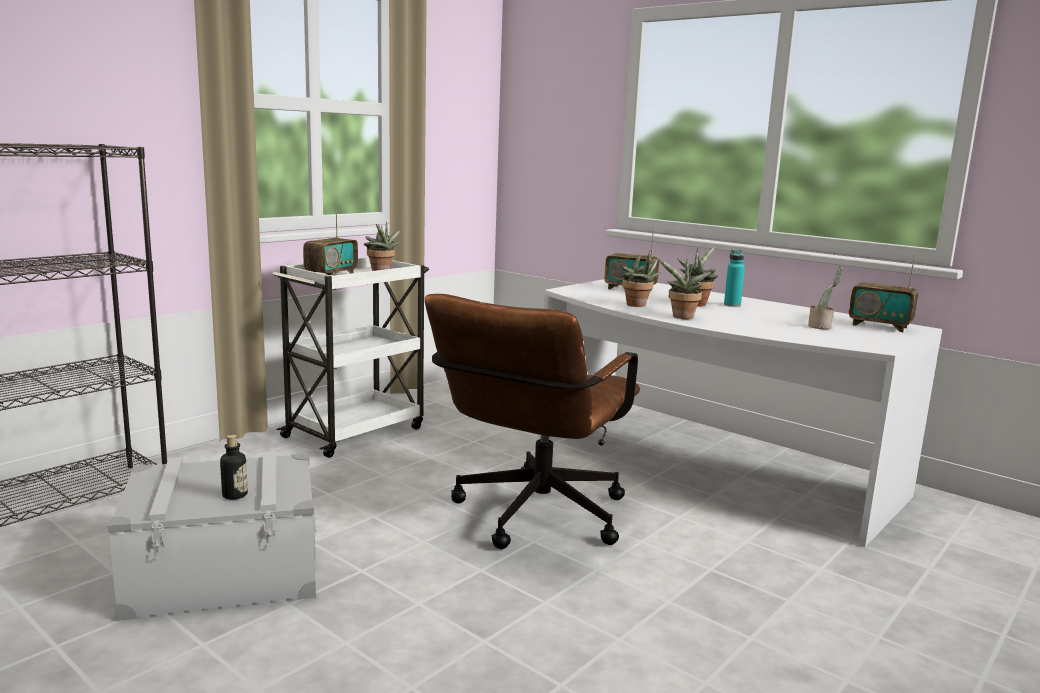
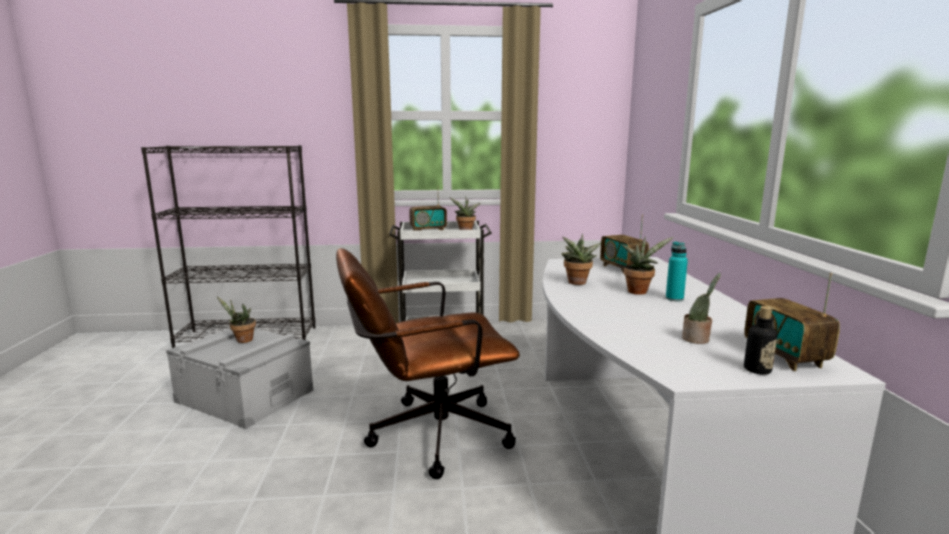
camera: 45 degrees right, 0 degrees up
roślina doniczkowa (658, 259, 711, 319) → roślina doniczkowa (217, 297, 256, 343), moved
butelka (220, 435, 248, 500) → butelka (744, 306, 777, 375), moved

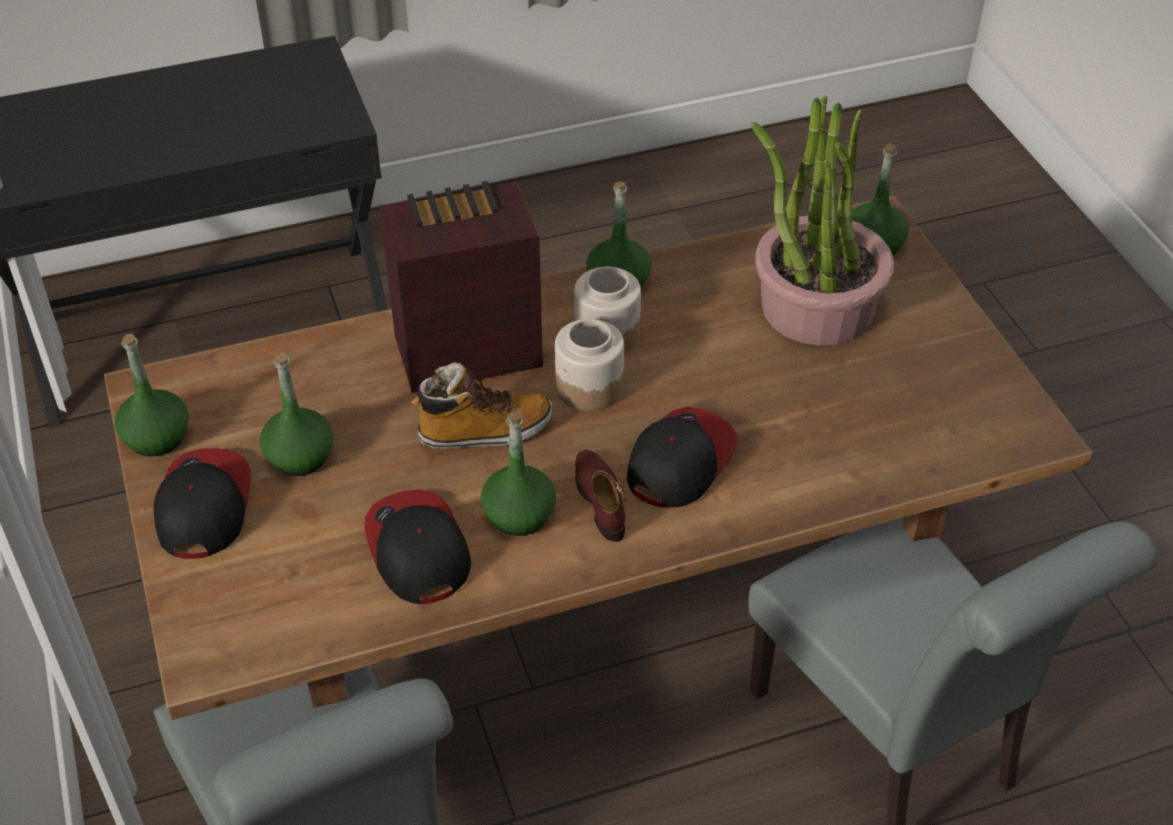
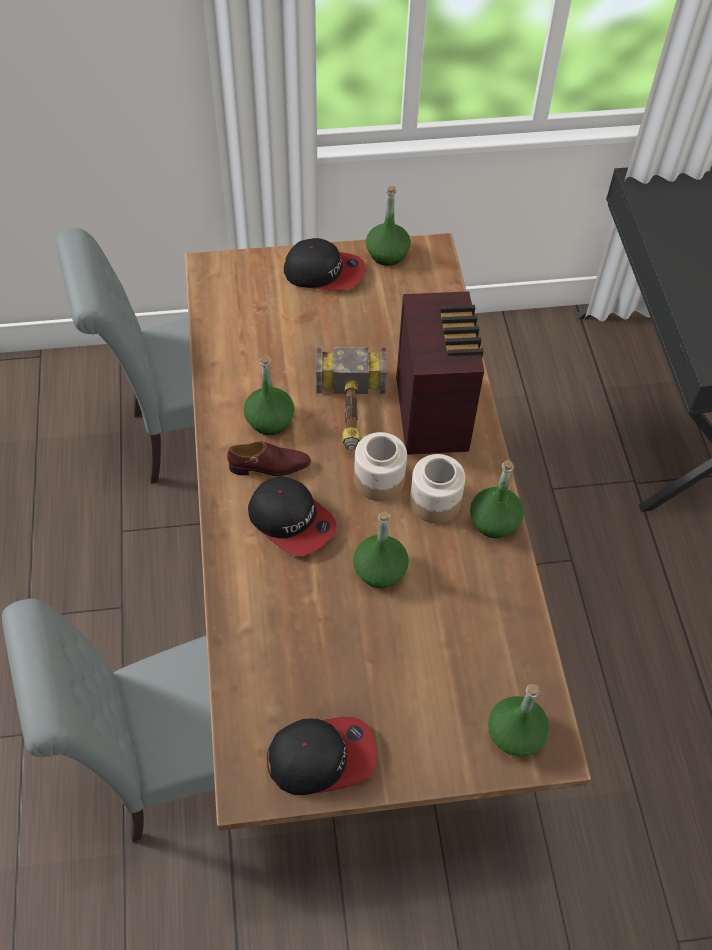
camera: 100 degrees right, 10 degrees up
roślina doniczkowa (751, 95, 894, 346) → -
butelka [zielony] (260, 353, 334, 476) → butelka [zielony] (353, 512, 409, 588), moved
but z cholewką (412, 362, 552, 449) → młotek (316, 347, 387, 451)
czapka z daszkiem (364, 489, 471, 604) → czapka z daszkiem (267, 717, 376, 795), moved

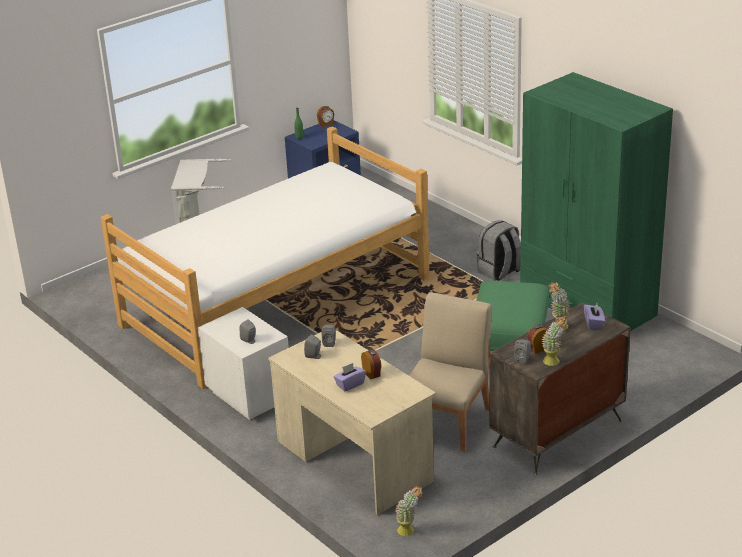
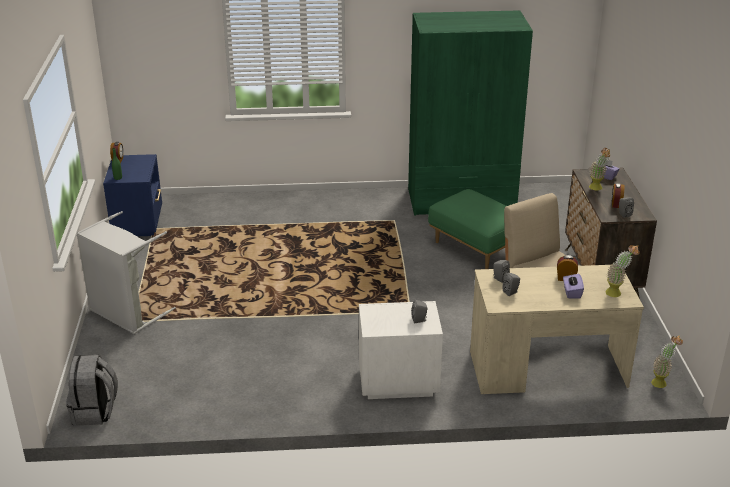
camera: 55 degrees left, 0 degrees up
łóżko (101, 126, 430, 389) → -
plecak [szary] (477, 220, 521, 281) → plecak [szary] (66, 355, 118, 426), moved
roślina doniczkowa (542, 316, 567, 366) → roślina doniczkowa (605, 245, 640, 297), moved

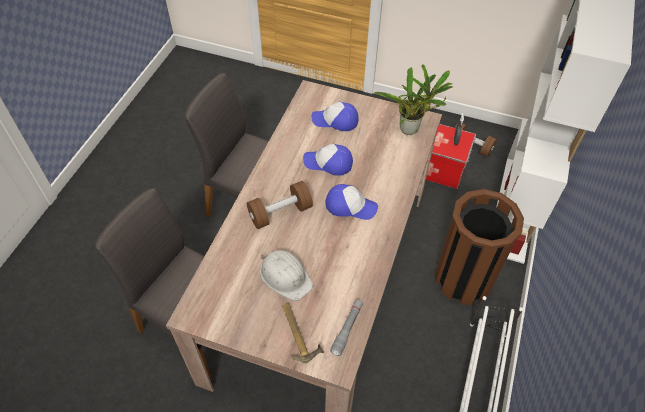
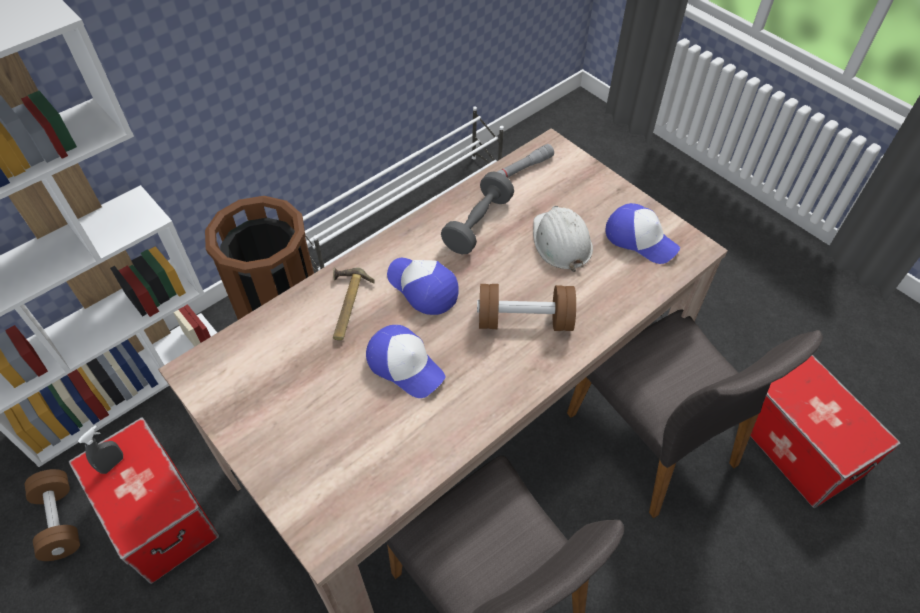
camera: 150 degrees left, 0 degrees up
roślina doniczkowa (374, 64, 453, 135) → -
czapka z daszkiem (312, 102, 359, 131) → czapka z daszkiem (605, 203, 680, 264), moved
młotek (282, 303, 324, 363) → młotek (333, 268, 375, 341), moved
- → hantel [szary] (441, 172, 514, 254)
- → pojemnik do przechowywania (750, 355, 901, 508)

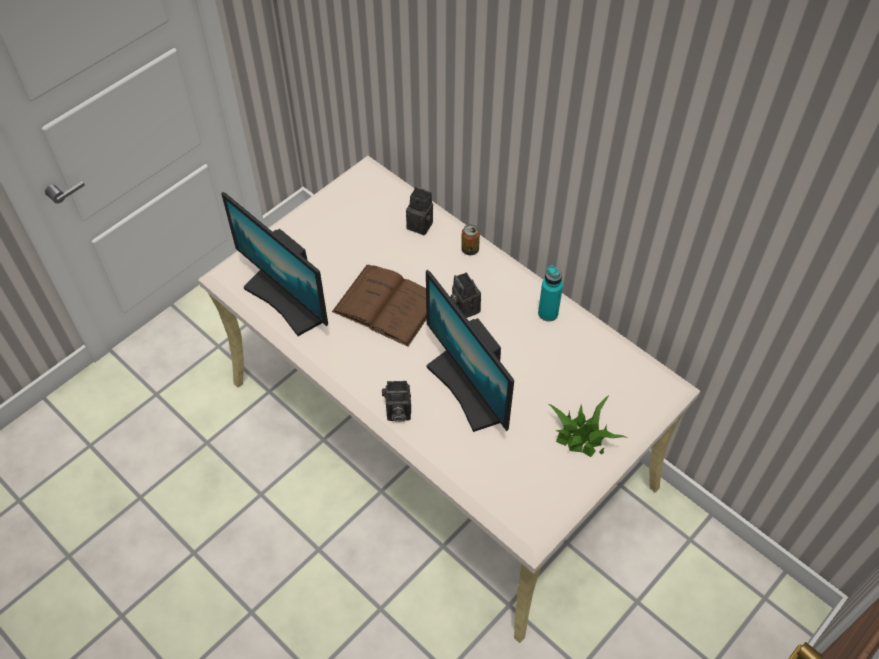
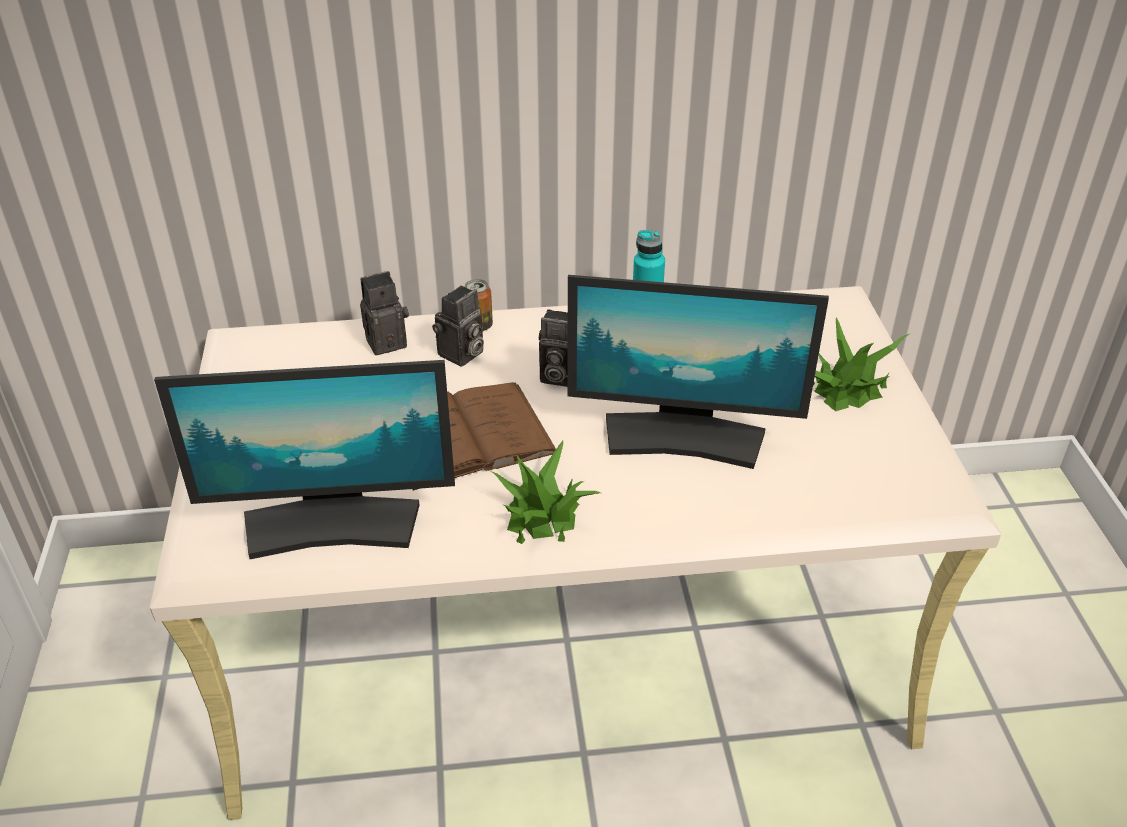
camera: 50 degrees left, 15 degrees down
aparat fotograficzny (382, 381, 411, 422) → aparat fotograficzny (432, 285, 484, 367), moved
- → roślina doniczkowa (491, 441, 601, 544)

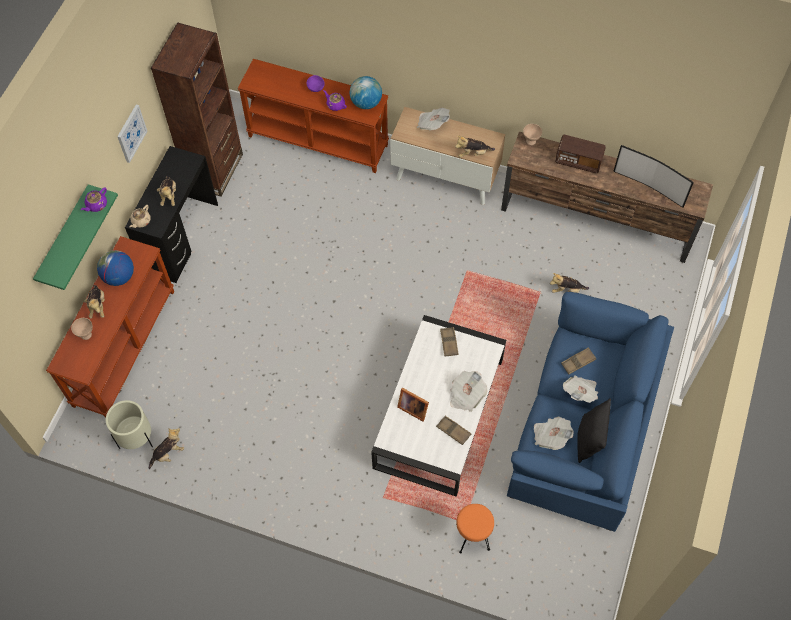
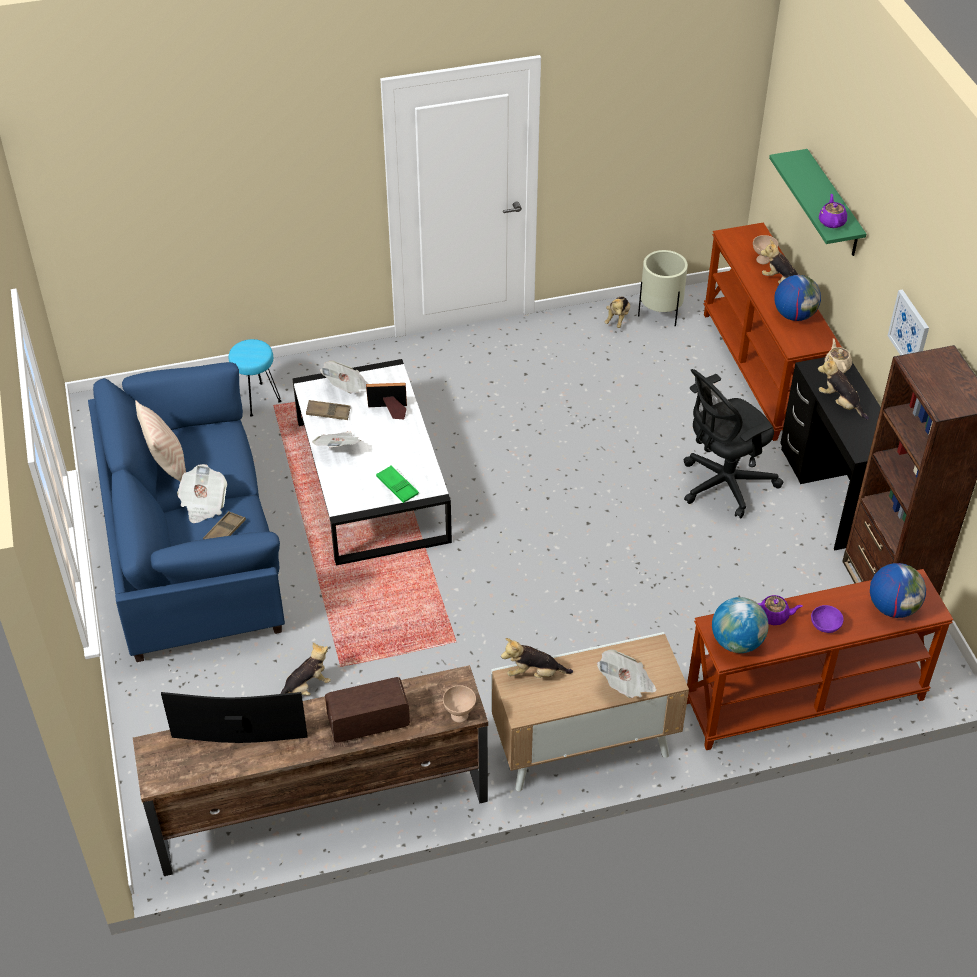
camera: 145 degrees right, 15 degrees down
pluszak (455, 135, 495, 157) → pluszak (501, 638, 573, 678), 135 degrees counterclockwise
taca [brązowy] (440, 327, 459, 357) → taca [zielony] (376, 465, 419, 503)
poduszka [czarny] (577, 398, 611, 463) → poduszka [beżowy] (135, 400, 186, 482)
gazeta (534, 417, 574, 450) → gazeta (320, 361, 368, 393), moved
stołek [pomarańczowy] (456, 504, 494, 553) → stołek [turkusowy] (229, 339, 281, 416)
- → krzesło biurowe [czarny] (683, 369, 784, 519)
- → globus (870, 563, 926, 618)

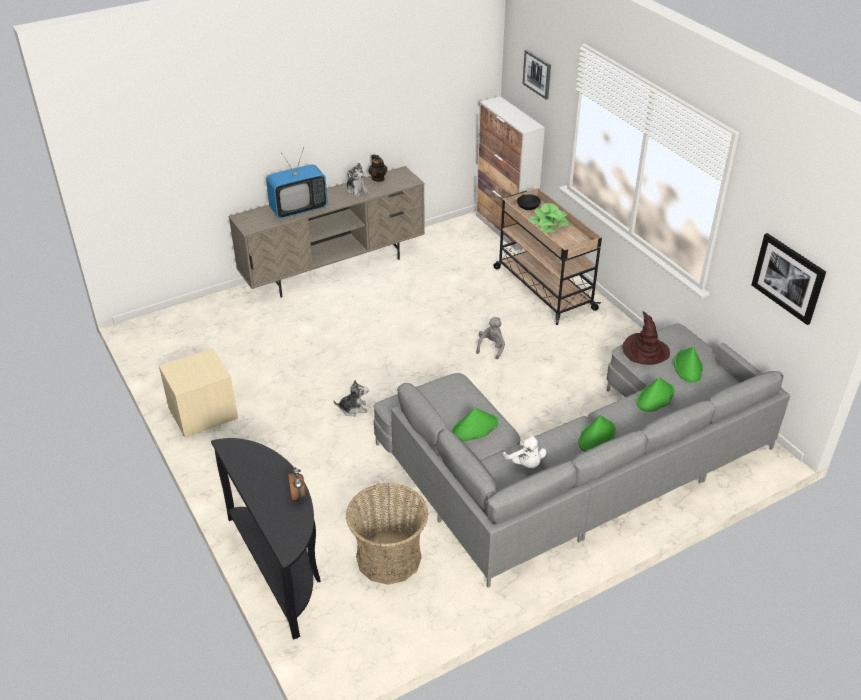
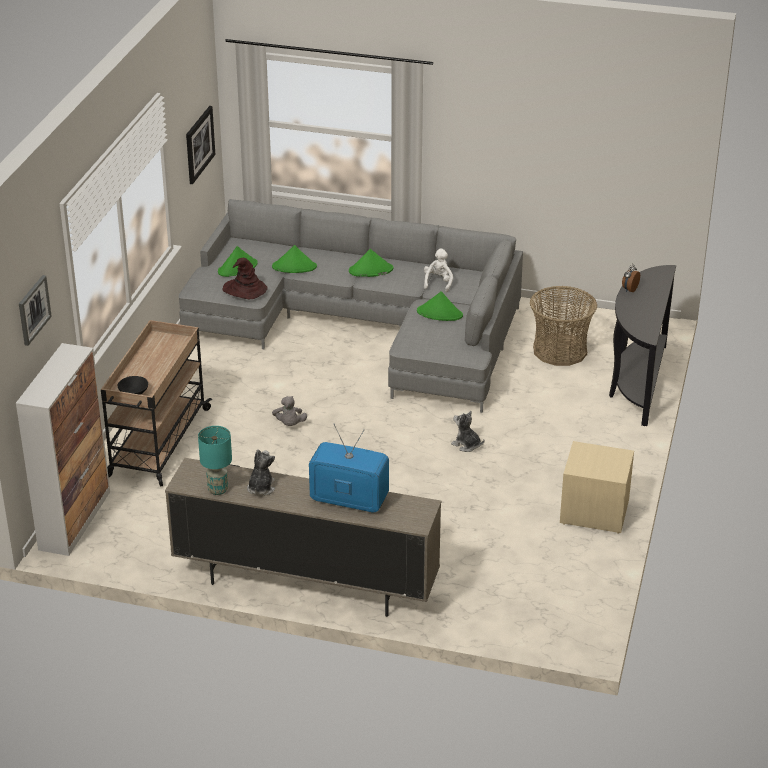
camera: 135 degrees left, 5 degrees down
imbryk (368, 155, 387, 182) → lampa stołowa [turkusowy] (198, 426, 232, 495)
roślina doniczkowa (529, 203, 571, 233) → -
pluszak [szary] (476, 317, 505, 359) → pluszak [szary] (272, 396, 307, 426), 75 degrees counterclockwise

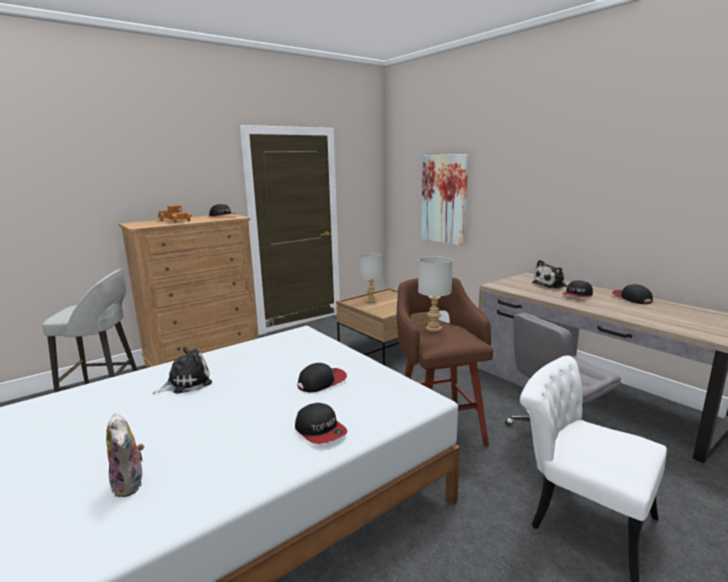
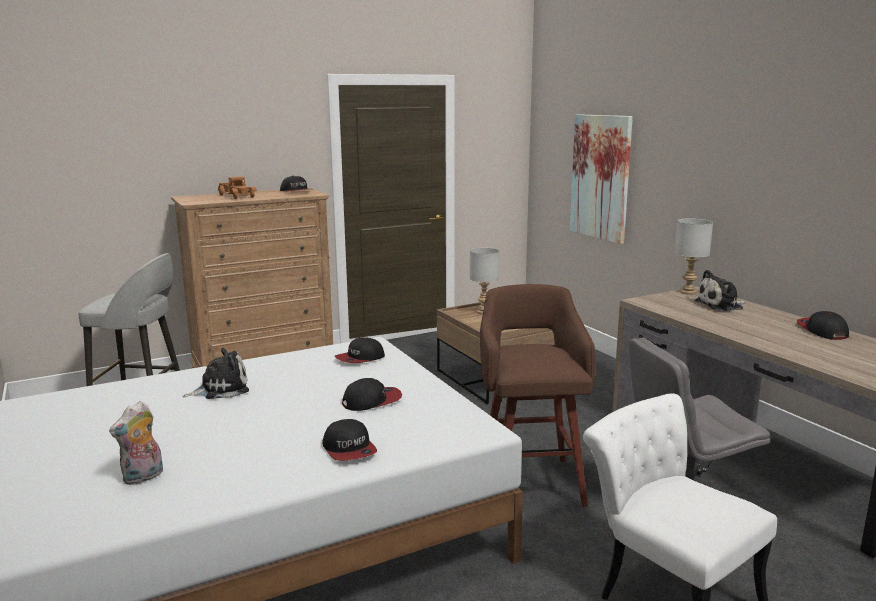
camera: 10 degrees right, 0 degrees up
lampa stołowa [szary] (418, 256, 453, 332) → lampa stołowa [szary] (675, 218, 713, 295), moved
czapka z daszkiem (563, 280, 593, 298) → czapka z daszkiem (335, 337, 385, 363), moved
pluszak (106, 413, 144, 497) → pluszak (109, 401, 163, 485), 60 degrees clockwise

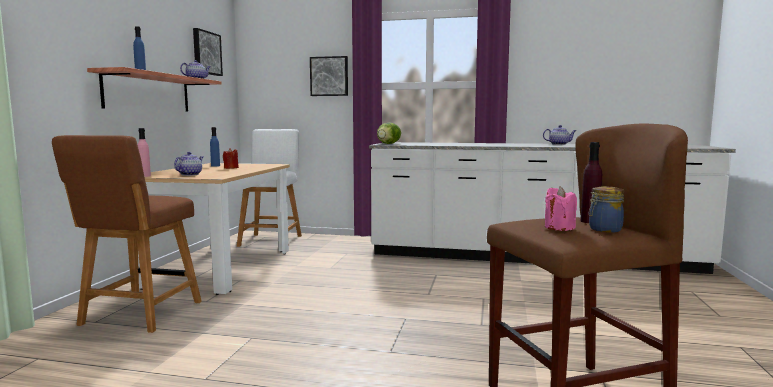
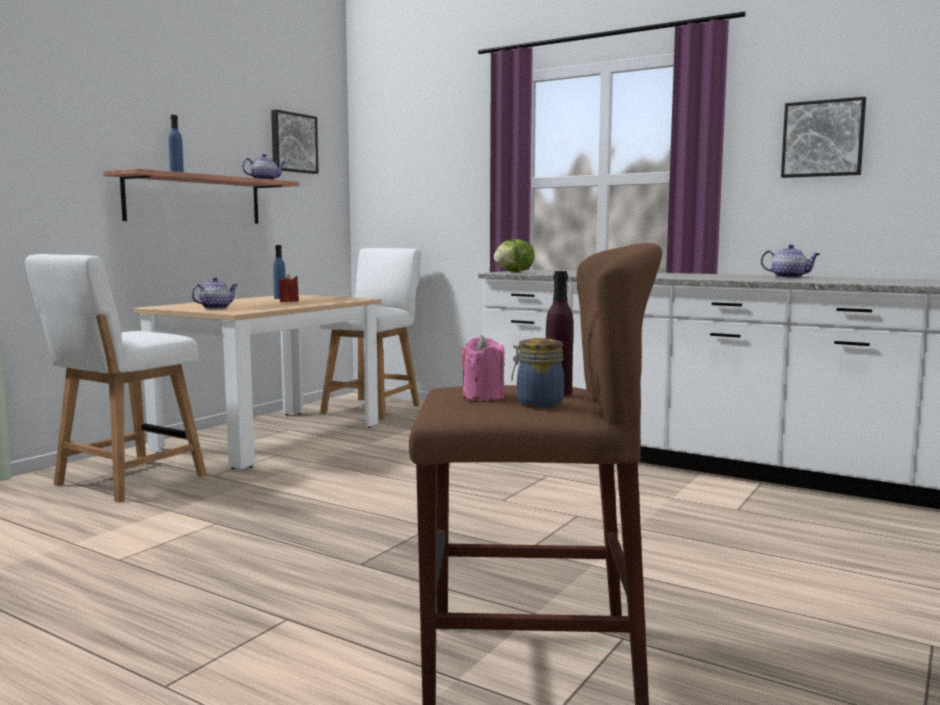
camera: 20 degrees right, 0 degrees up
obraz (310, 56, 348, 96) → obraz (781, 97, 866, 178), moved
butelka [różowy] (137, 128, 151, 177) → -
krzesło [brązowy] (52, 135, 202, 333) → krzesło [biały] (25, 254, 207, 503)

